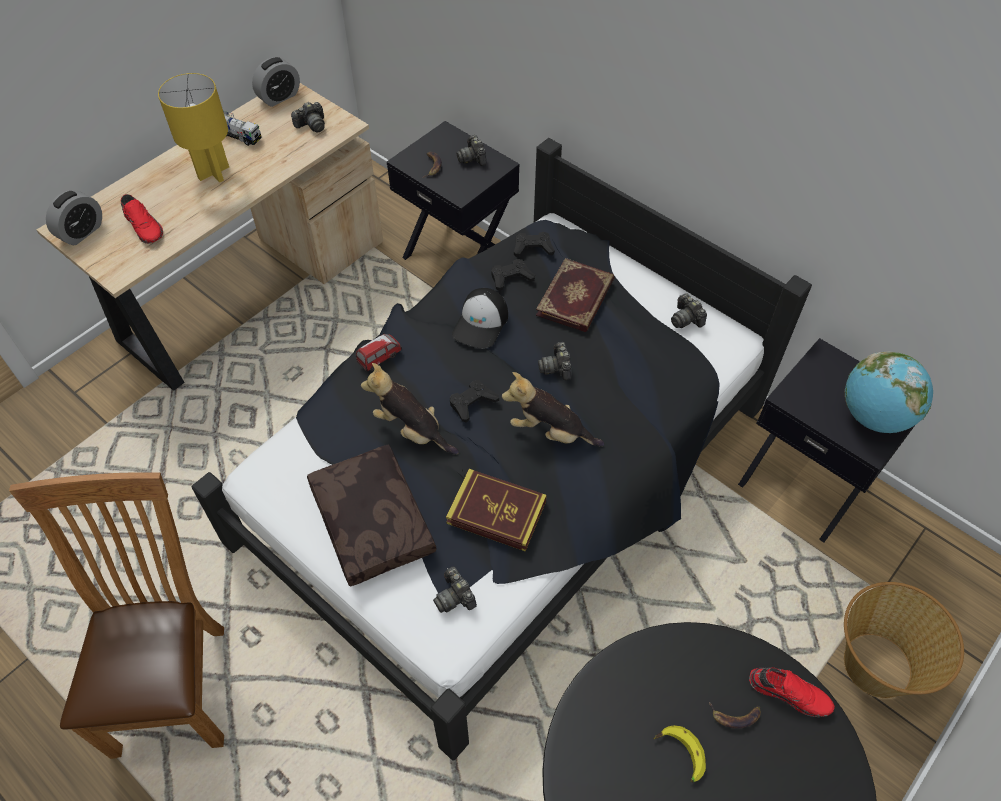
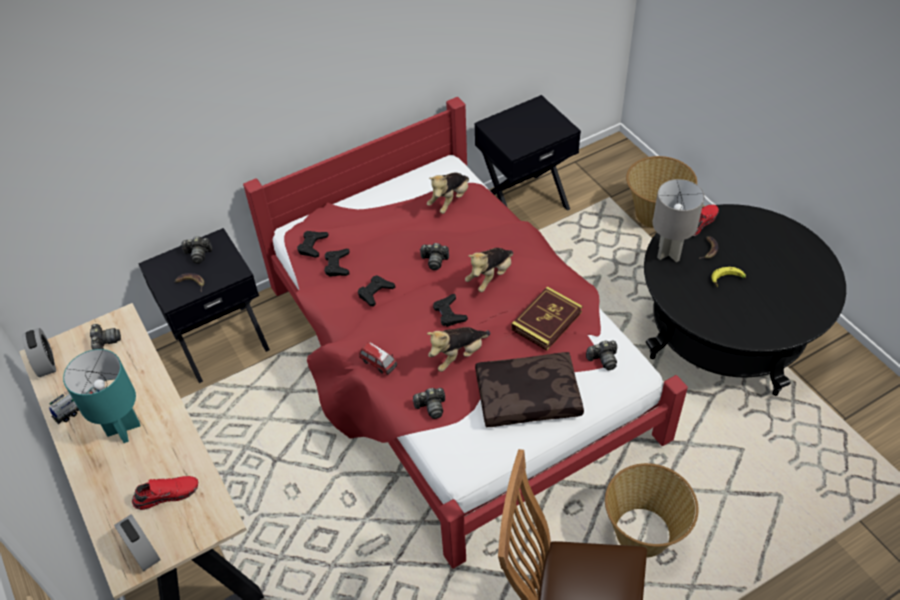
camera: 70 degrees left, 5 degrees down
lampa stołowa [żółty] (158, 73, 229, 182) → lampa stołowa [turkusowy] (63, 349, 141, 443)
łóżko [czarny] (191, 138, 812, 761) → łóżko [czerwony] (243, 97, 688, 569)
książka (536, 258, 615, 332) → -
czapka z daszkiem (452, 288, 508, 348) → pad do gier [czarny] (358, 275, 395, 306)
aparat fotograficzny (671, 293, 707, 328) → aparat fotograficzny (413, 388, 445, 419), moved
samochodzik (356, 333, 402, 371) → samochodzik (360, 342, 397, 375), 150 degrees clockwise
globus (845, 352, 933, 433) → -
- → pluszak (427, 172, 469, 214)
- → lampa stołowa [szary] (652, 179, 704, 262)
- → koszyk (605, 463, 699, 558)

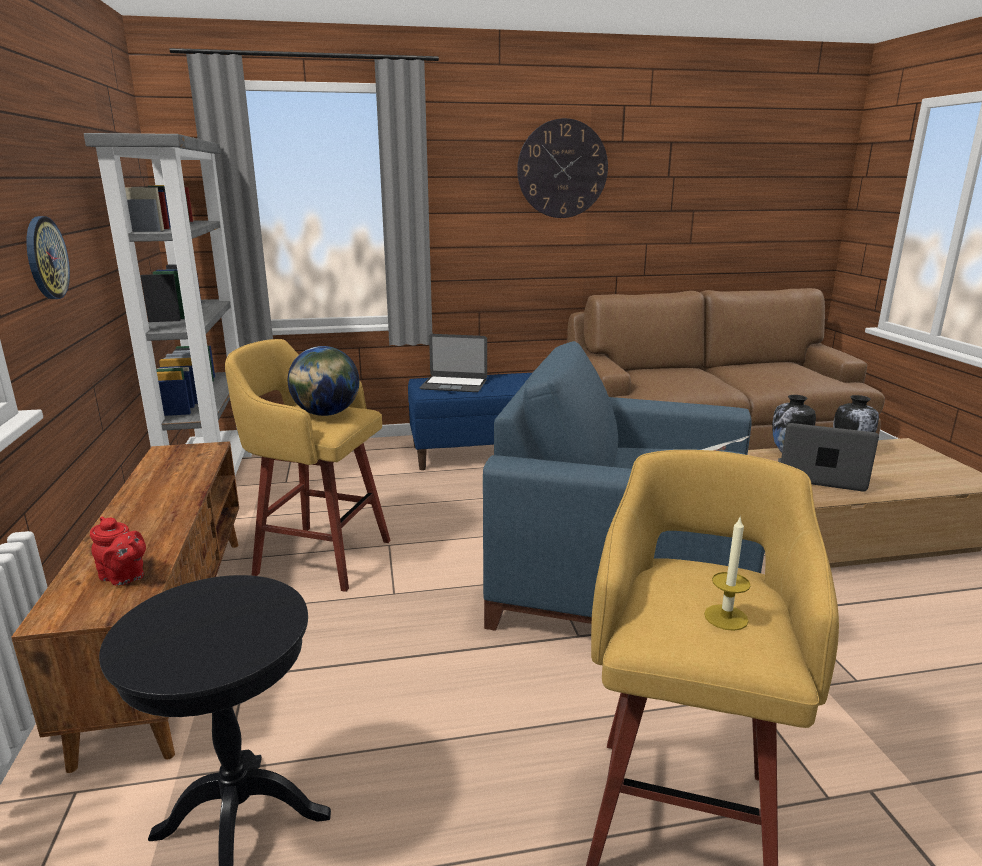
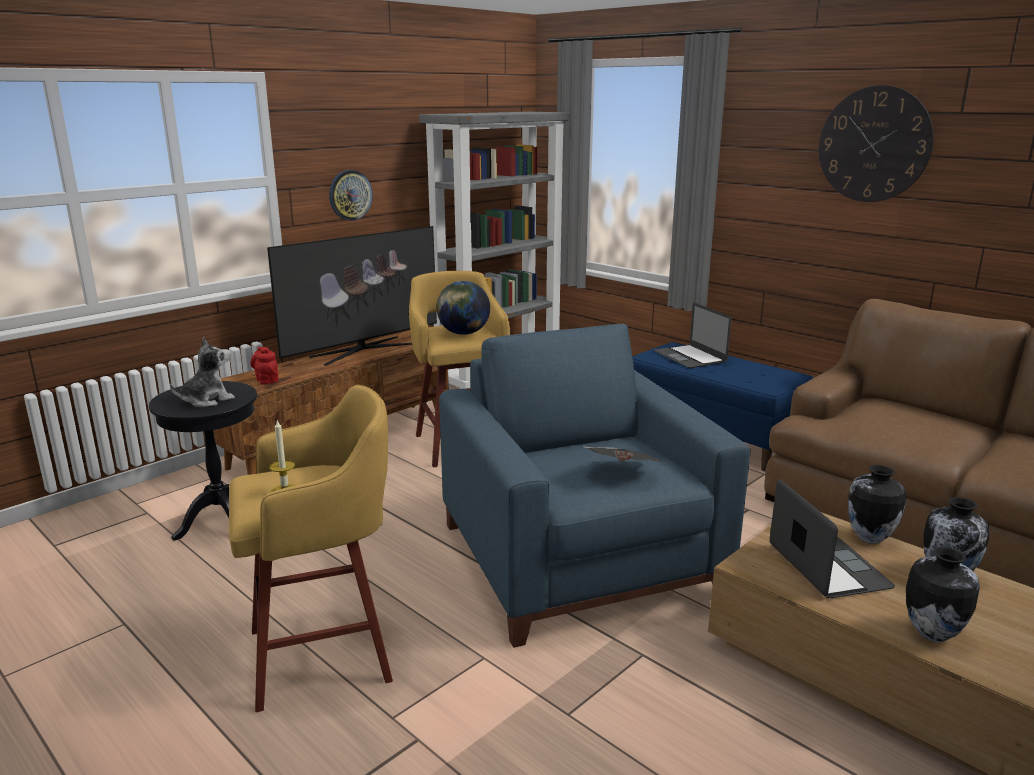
camera: 55 degrees right, 0 degrees up
imbryk [czerwony] (90, 517, 146, 586) → imbryk [czerwony] (250, 346, 279, 385), 150 degrees clockwise
- → telewizor (267, 226, 437, 366)
- → pluszak (170, 337, 235, 407)
- → wazon (906, 547, 980, 642)

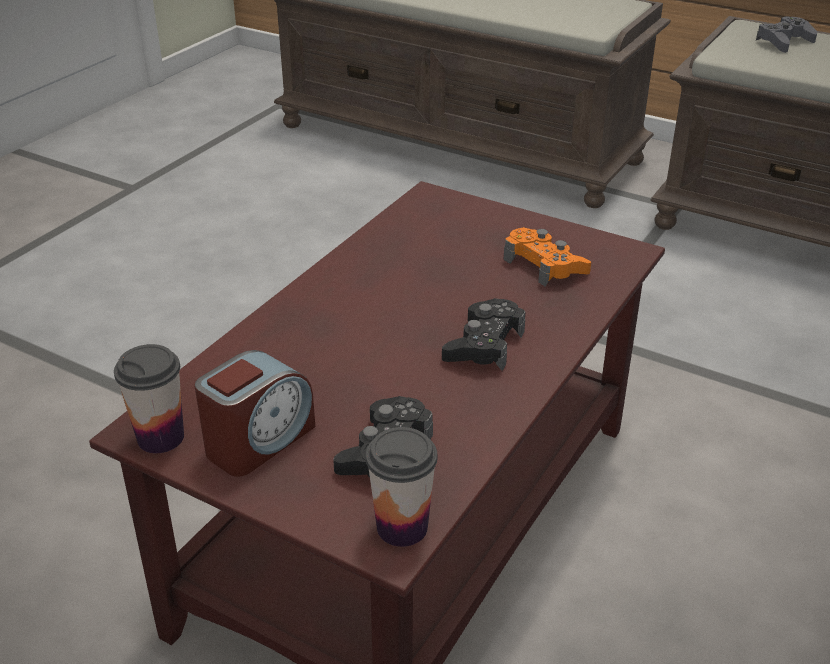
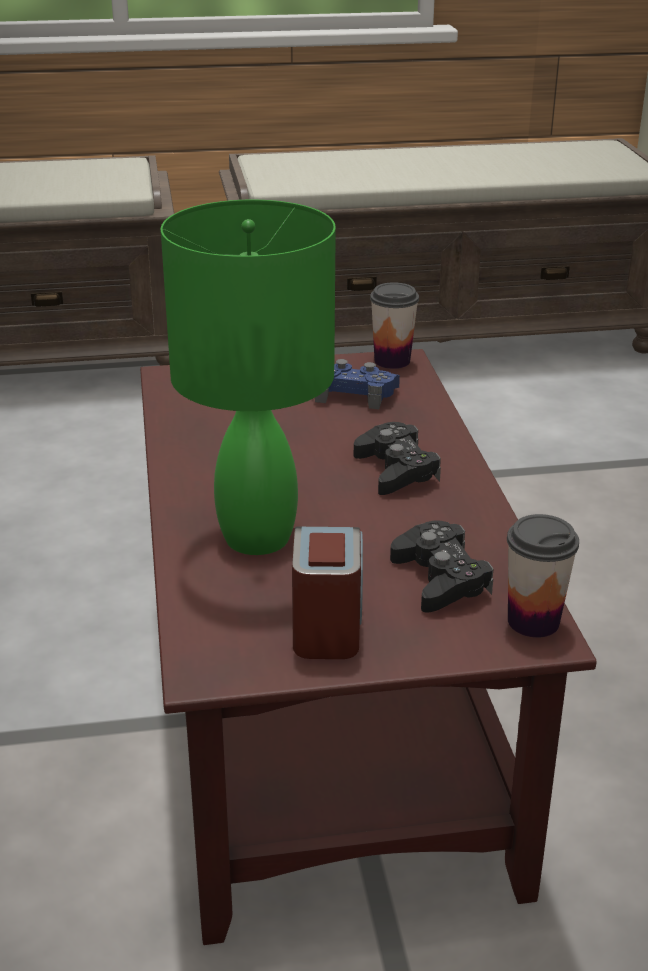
camera: 40 degrees left, 5 degrees down
pad do gier [szary] (756, 16, 817, 53) → -
pad do gier [pomarańczowy] (503, 227, 591, 287) → pad do gier [niebieski] (315, 359, 400, 409)
filiżanka (114, 344, 184, 453) → filiżanka (370, 282, 419, 369), moved
- → lampa stołowa [zielony] (161, 200, 336, 555)

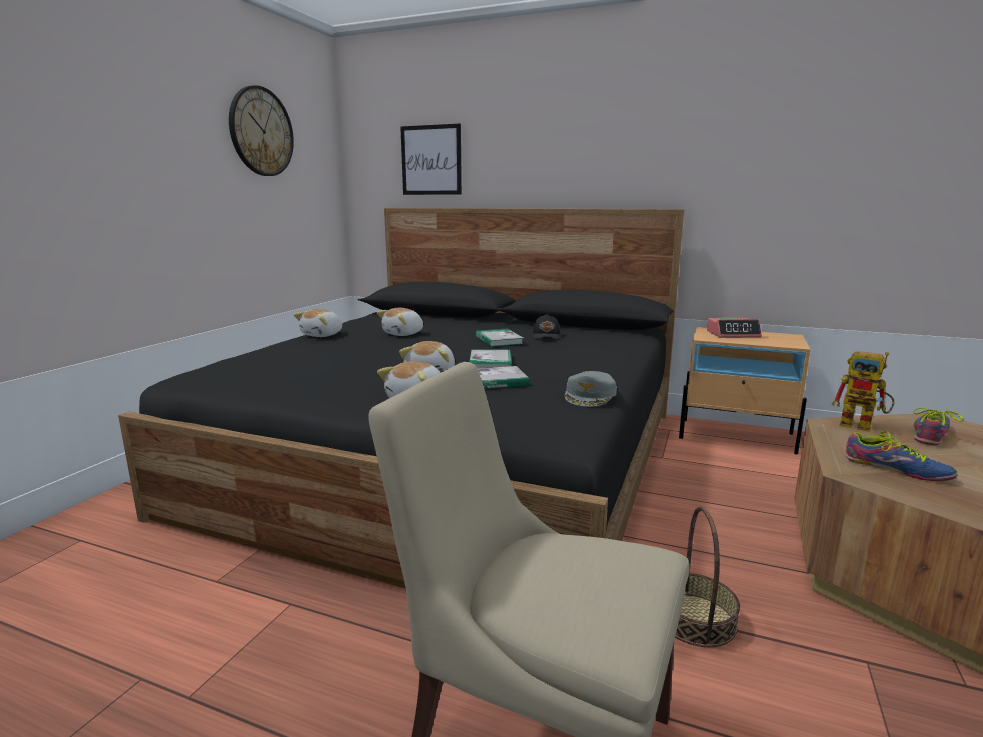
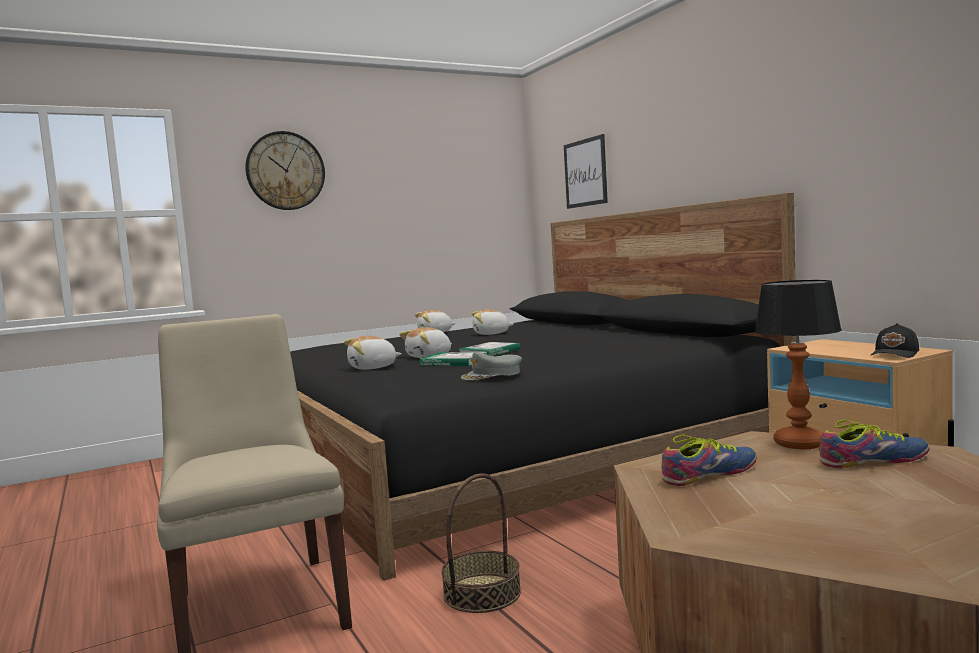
camera: 40 degrees right, 10 degrees down
zegar ścienny (229, 85, 294, 176) → zegar ścienny (245, 131, 325, 210), moved
czapka z daszkiem [czarny] (533, 314, 560, 339) → czapka z daszkiem [czarny] (870, 323, 919, 358), moved
budzik (707, 318, 762, 338) → -
książka (476, 329, 524, 347) → -
robot zabawkowy (832, 351, 895, 432) → lampa stołowa (754, 280, 842, 450)
but (846, 431, 958, 481) → but (662, 434, 757, 486), 105 degrees counterclockwise

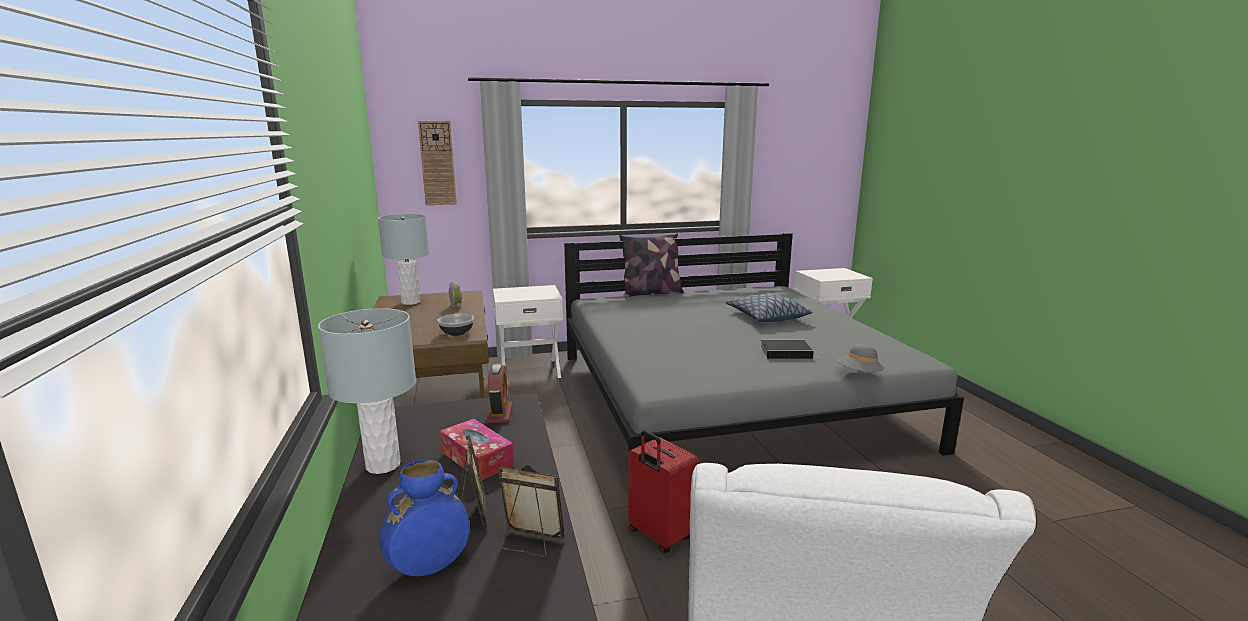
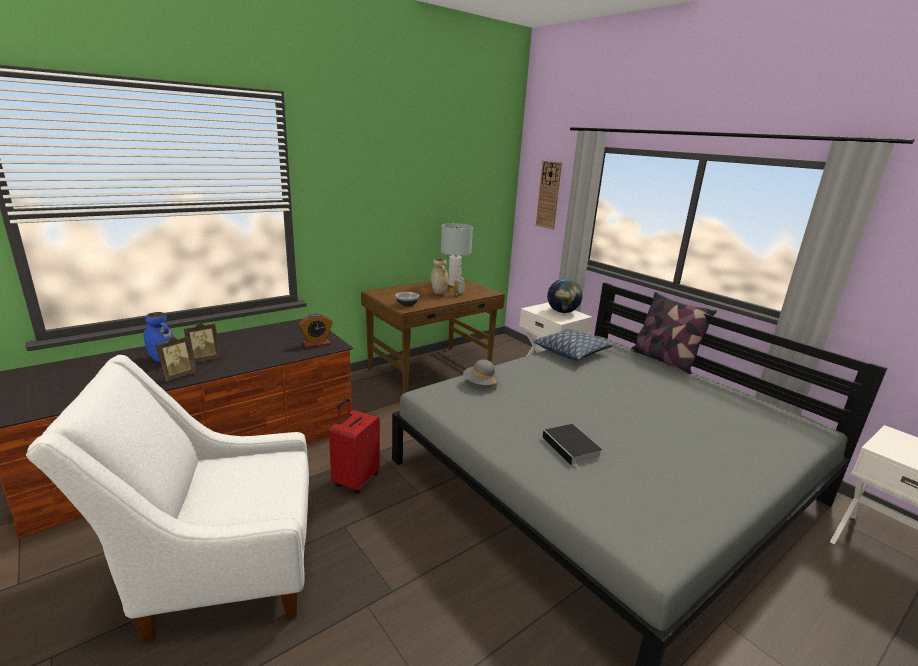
camera: 65 degrees right, 5 degrees up
poduszka (726, 293, 813, 322) → poduszka (534, 329, 612, 360), moved
lampa stołowa [szary] (318, 308, 416, 474) → -
kapelusz [szary] (837, 344, 885, 372) → kapelusz [szary] (463, 359, 500, 390), moved
pudełko chusteczek (440, 419, 514, 480) → -
ramka na zdjęcie (498, 465, 565, 557) → ramka na zdjęcie (156, 336, 197, 381), 45 degrees clockwise
- → wazon [beżowy] (431, 258, 448, 294)
- → globus (547, 279, 582, 313)

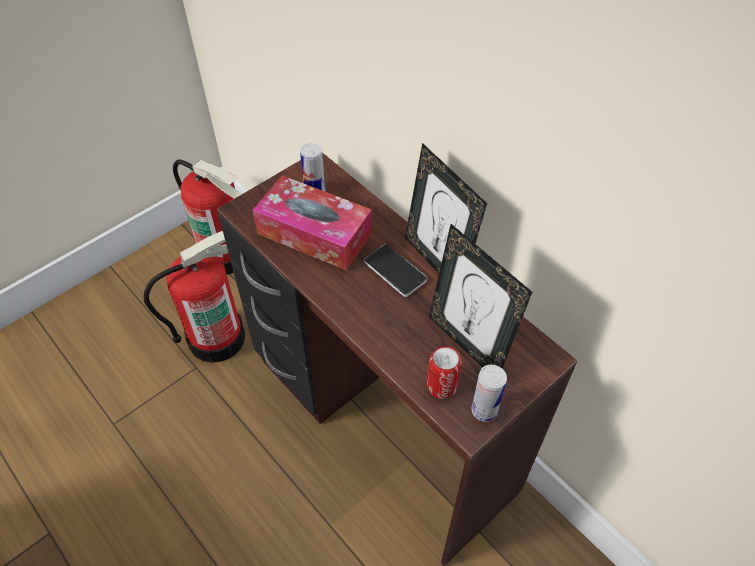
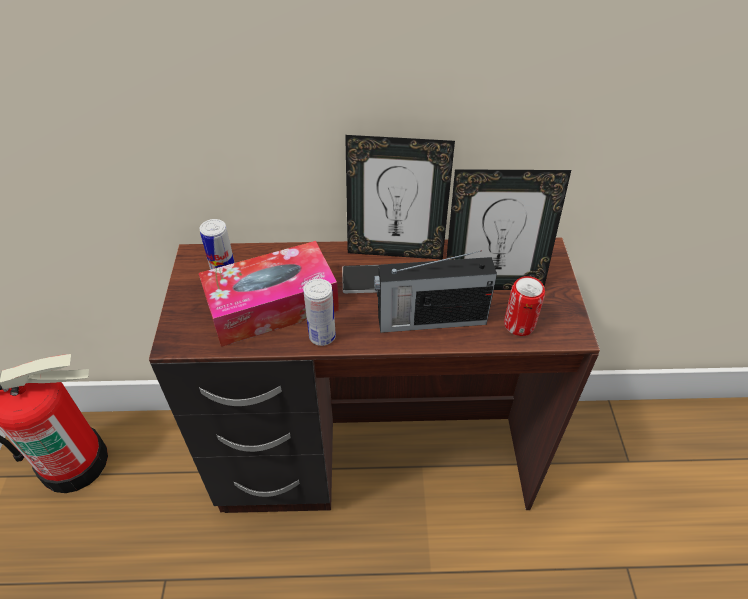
camera: 50 degrees left, 5 degrees down
gaśnica (144, 231, 246, 363) → -
puszka (471, 365, 507, 422) → puszka (303, 279, 336, 346), moved
- → radio (374, 250, 497, 333)

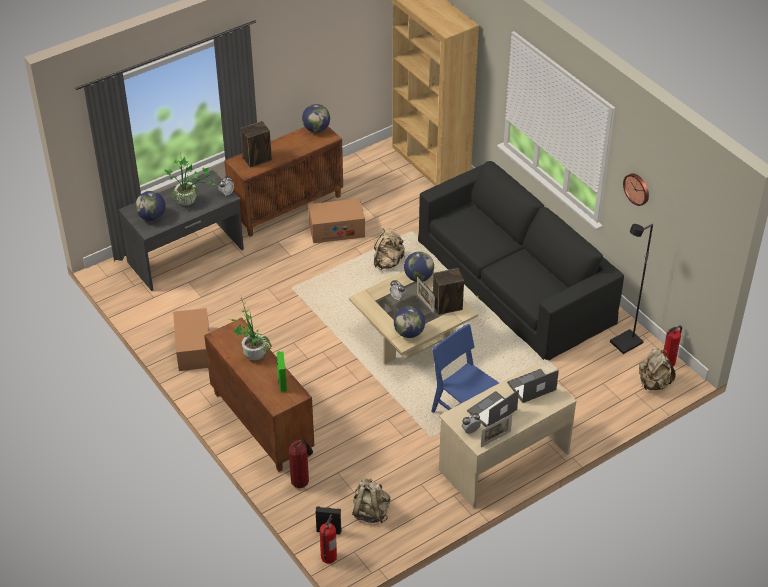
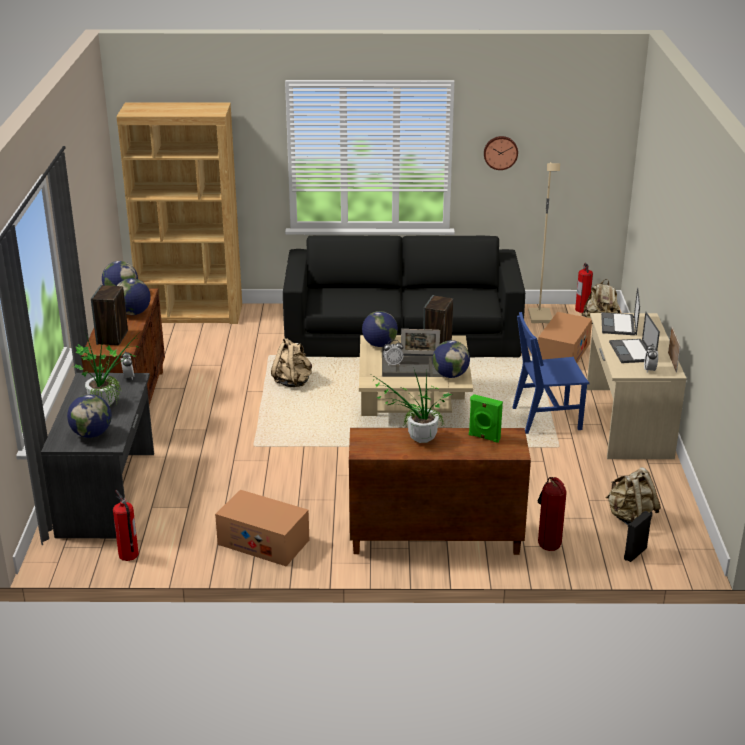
camera: 55 degrees left, 15 degrees down
karton (308, 198, 365, 243) → karton (538, 312, 592, 363), moved
lampa stojąca [czarny] (610, 224, 653, 354) → lampa stojąca [beżowy] (528, 162, 560, 323)
gaśnica (320, 514, 337, 564) → gaśnica (113, 490, 139, 561), moved
- → globus (117, 278, 151, 315)

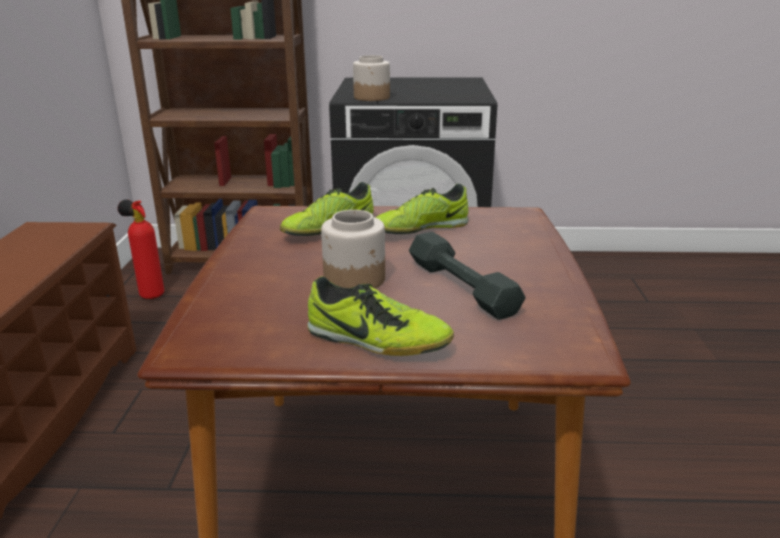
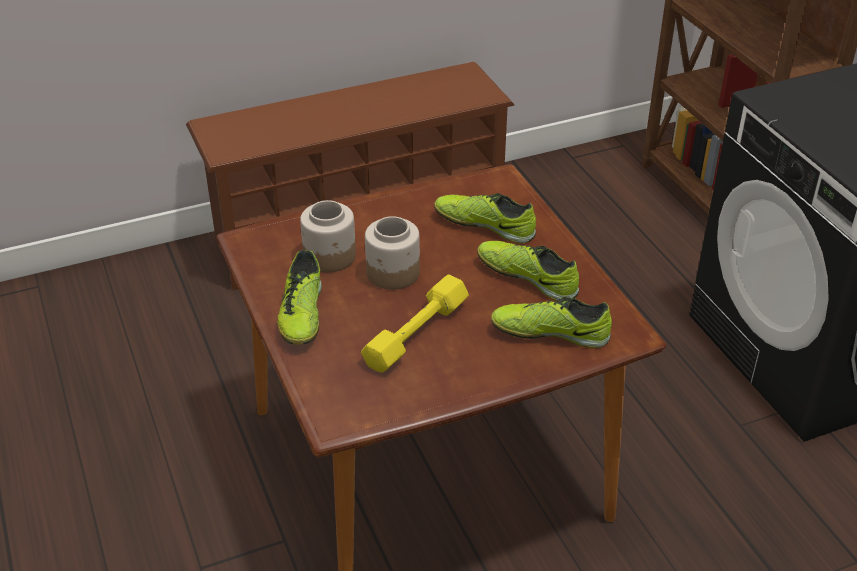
camera: 65 degrees right, 15 degrees up
słoik (353, 55, 390, 101) → słoik (300, 200, 356, 272), moved
gaśnica (118, 199, 164, 299) → -
hantel [szary] (409, 232, 526, 320) → hantel [żółty] (361, 274, 469, 372)
- → but (491, 297, 612, 349)

